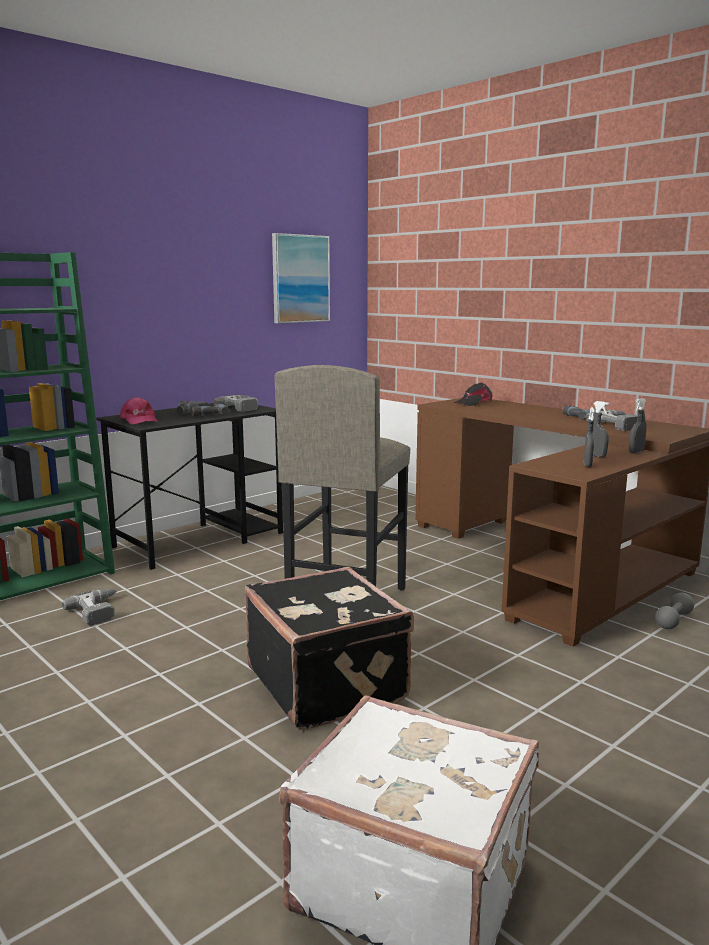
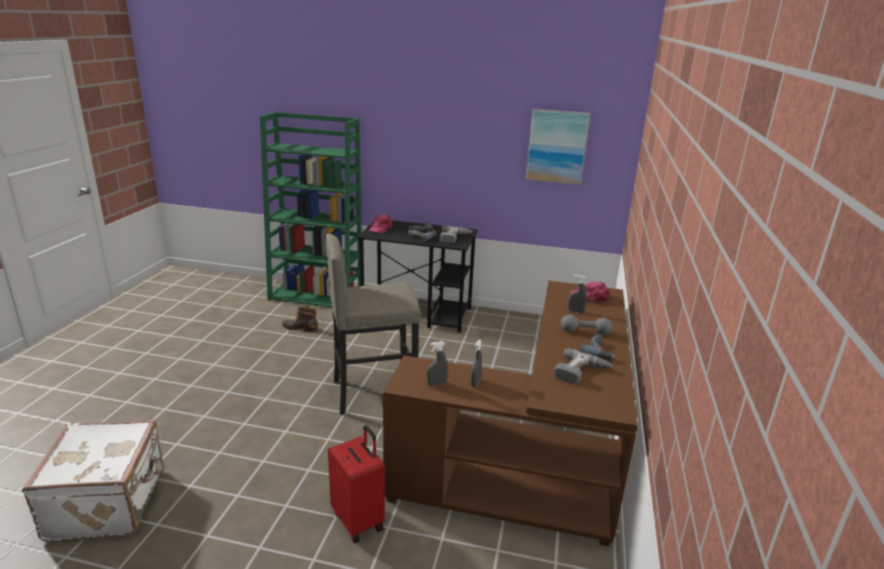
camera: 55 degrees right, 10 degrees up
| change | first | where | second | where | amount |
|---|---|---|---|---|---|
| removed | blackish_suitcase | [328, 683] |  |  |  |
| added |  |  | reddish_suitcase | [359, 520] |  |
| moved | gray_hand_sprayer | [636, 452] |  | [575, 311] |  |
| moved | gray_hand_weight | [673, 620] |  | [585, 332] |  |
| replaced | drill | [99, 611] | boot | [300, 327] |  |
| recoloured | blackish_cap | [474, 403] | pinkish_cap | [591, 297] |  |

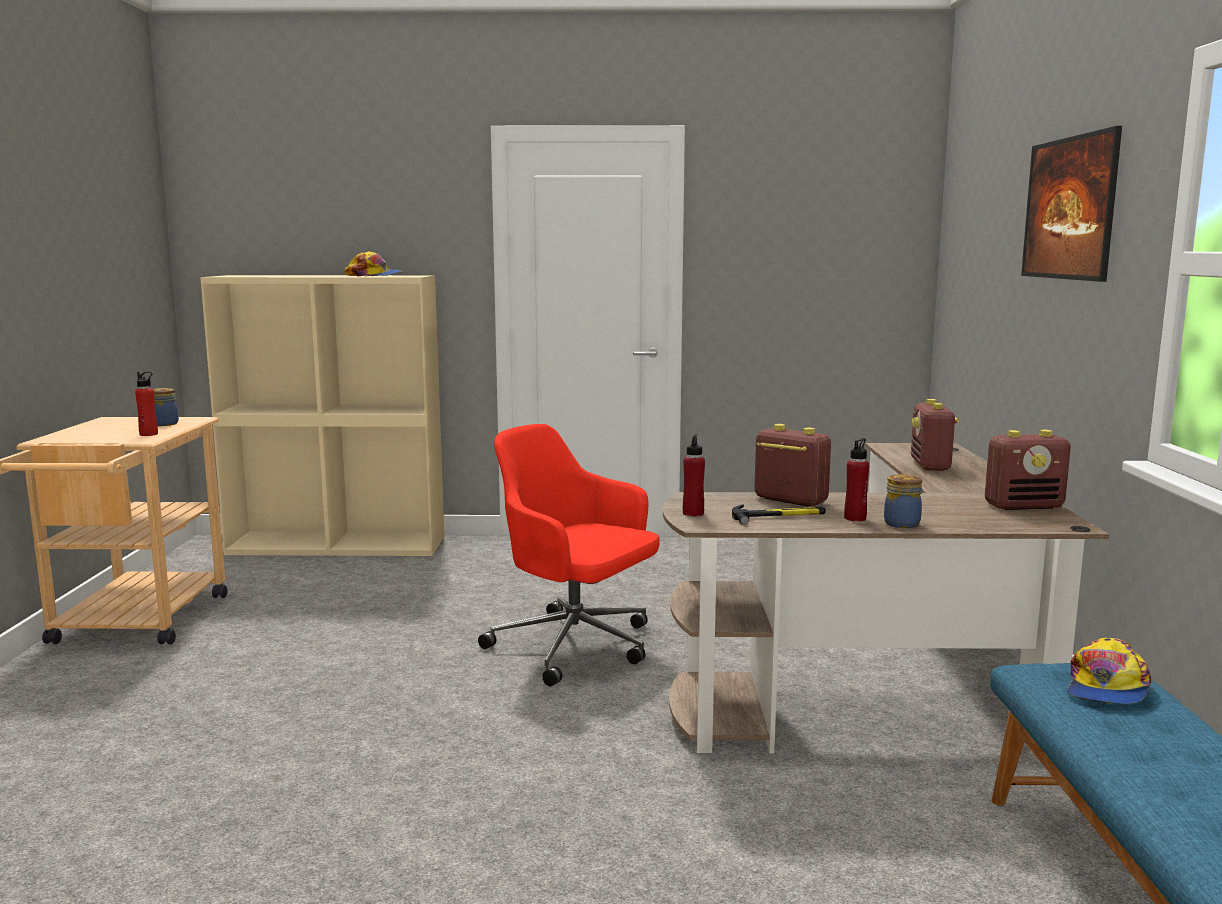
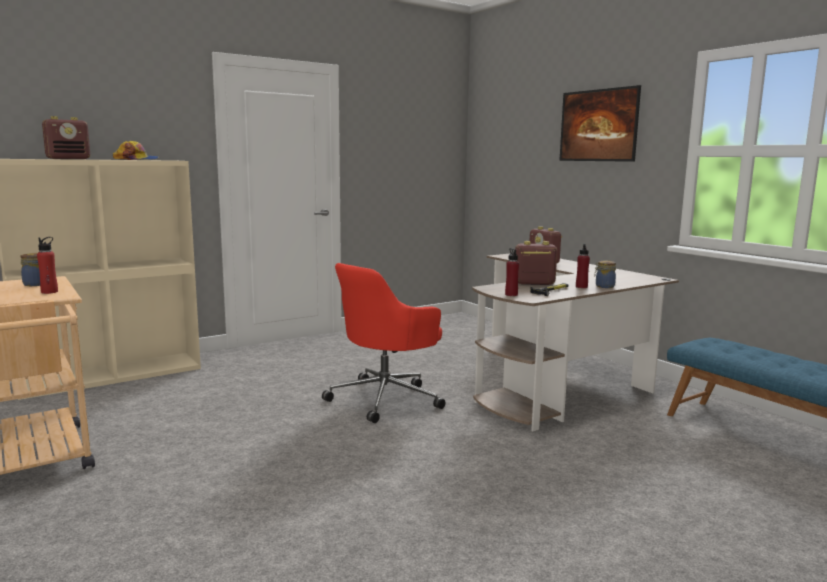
camera: 35 degrees left, 0 degrees up
| change | first | where | second | where | amount |
|---|---|---|---|---|---|
| removed | cap | [1107, 688] |  |  |  |
| moved | radio_receiver | [1024, 506] |  | [69, 159] |  |
| turned | reddish_desk_chair | [575, 646] |  | [386, 398] | 45 degrees counterclockwise |

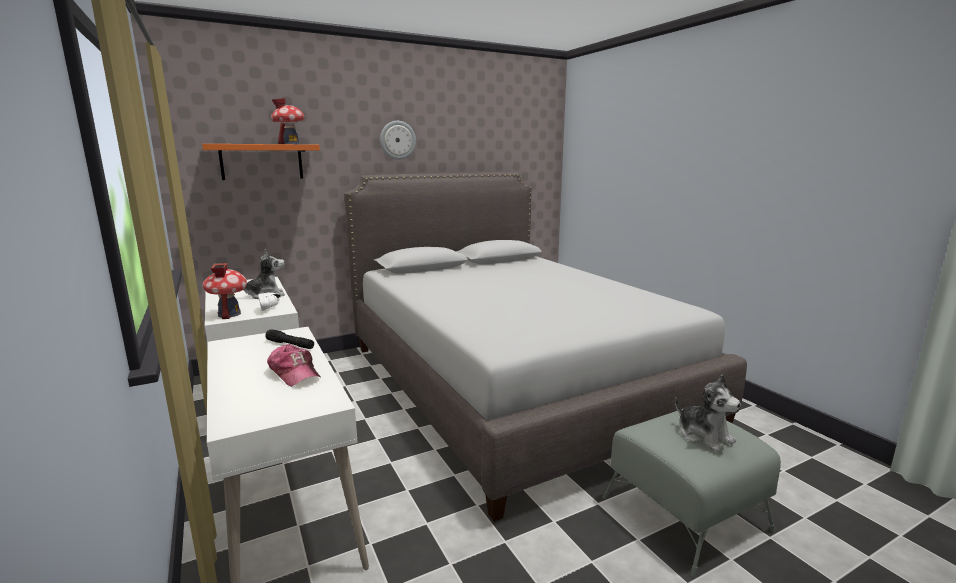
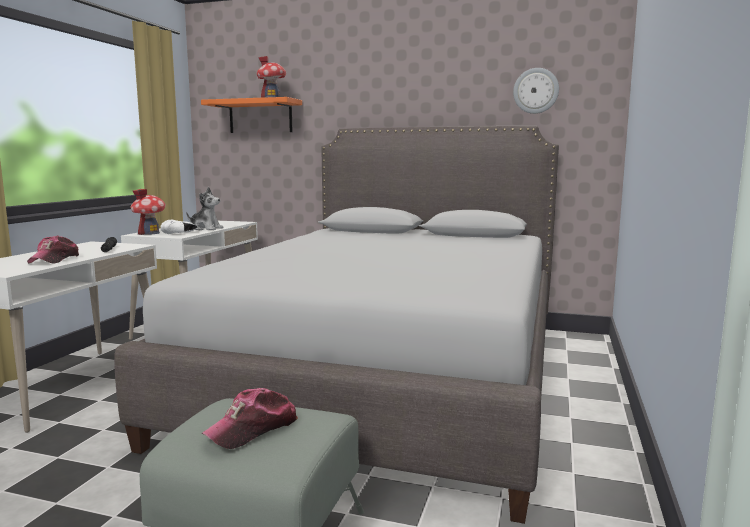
camera: 45 degrees right, 5 degrees down
| change | first | where | second | where | amount |
|---|---|---|---|---|---|
| moved | hanging_clock | [397, 140] |  | [536, 91] |  |
| replaced | cuddly_toy | [704, 436] | cap | [253, 429] |  |

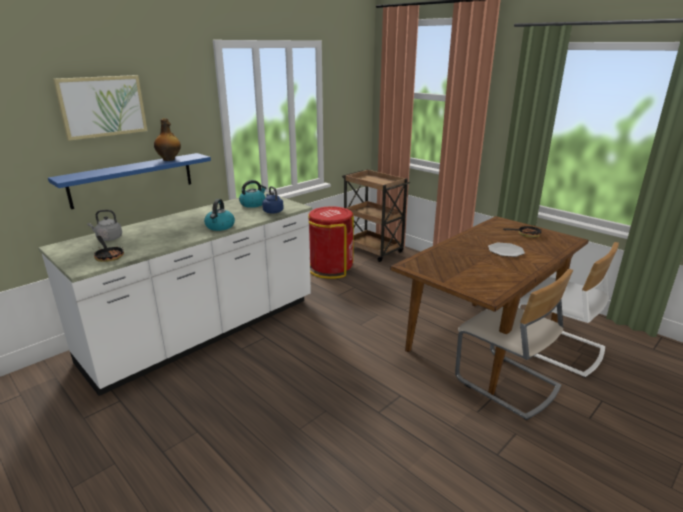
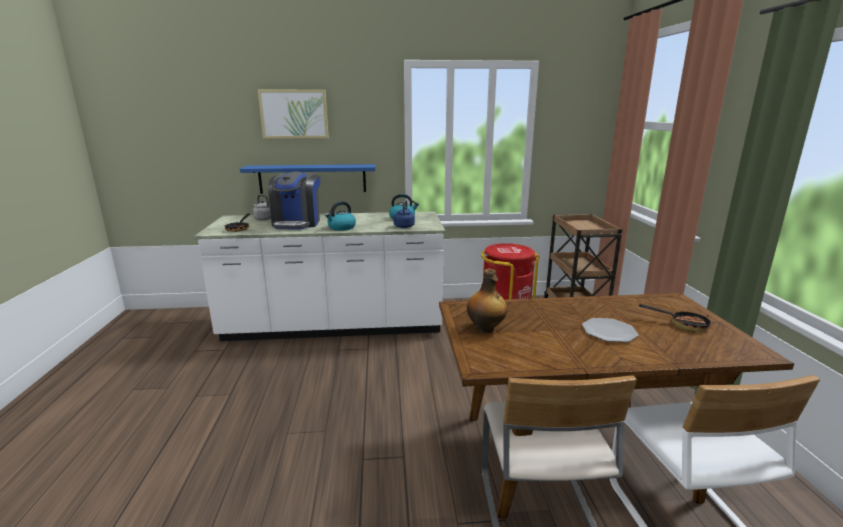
camera: 40 degrees right, 5 degrees down
| change | first | where | second | where | amount |
|---|---|---|---|---|---|
| added |  |  | coffee_brewer | [297, 223] |  |
| moved | beverage_bottle | [169, 159] |  | [485, 329] |  |

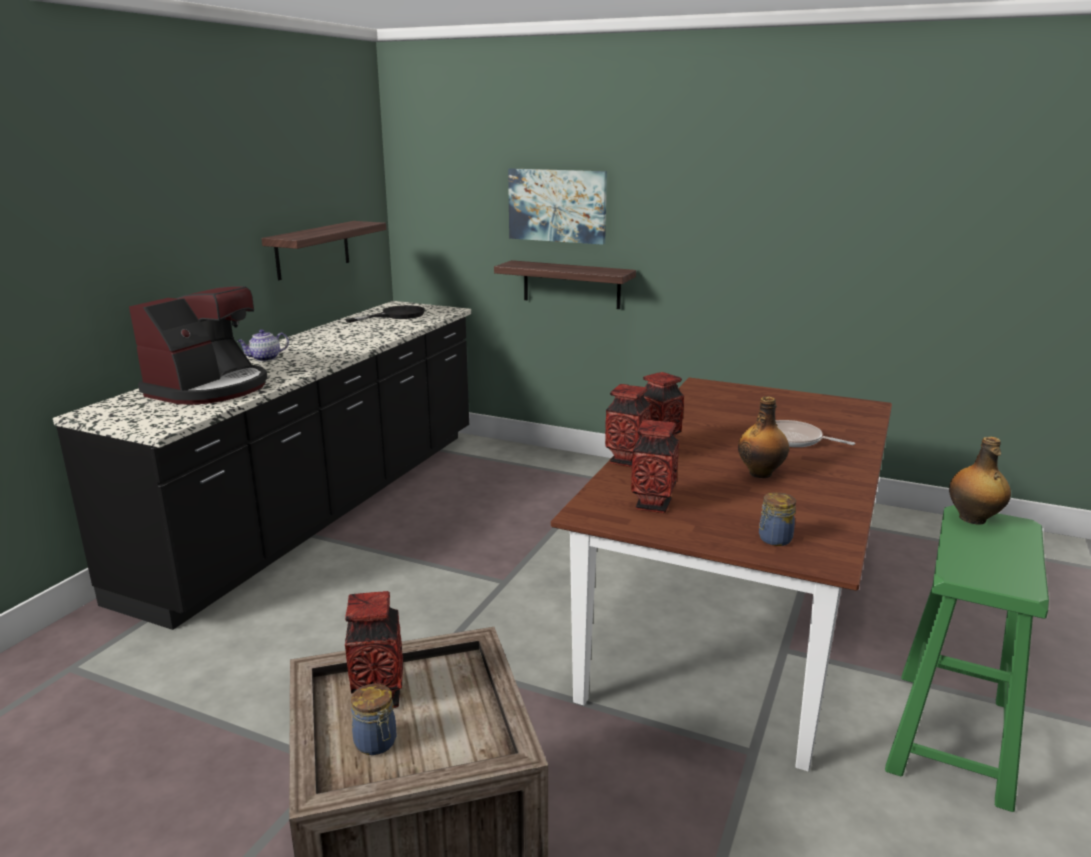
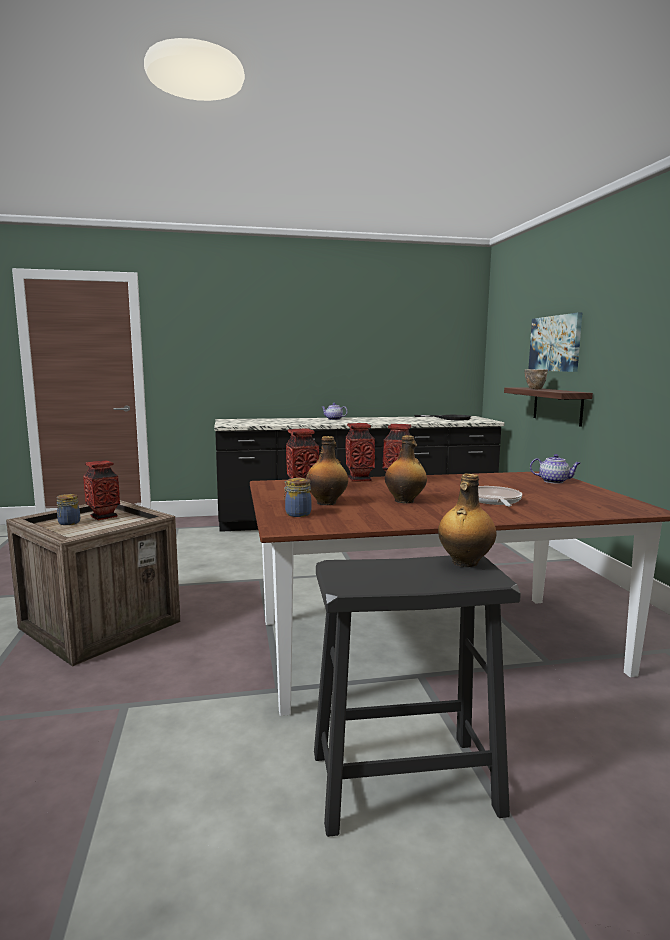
camera: 55 degrees right, 10 degrees down
| change | first | where | second | where | amount |
|---|---|---|---|---|---|
| removed | coffee_brewer | [209, 388] |  |  |  |
| removed | shelf | [312, 249] |  |  |  |
| added |  |  | beverage_bottle | [327, 503] |  |
| added |  |  | deep_dish | [534, 389] |  |
| added |  |  | teapot | [554, 481] |  |
| recoloured | green_stool | [951, 737] | blackish_stool | [403, 782] |  |

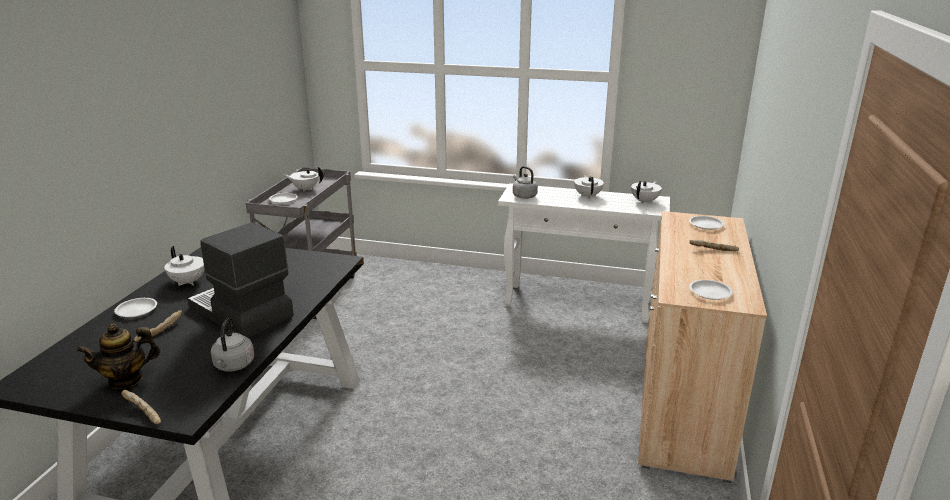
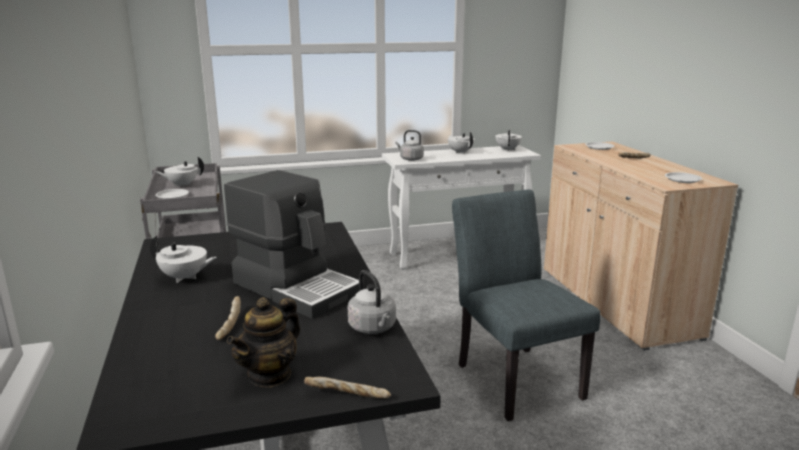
camera: 30 degrees left, 5 degrees down
| change | first | where | second | where | amount |
|---|---|---|---|---|---|
| removed | whitish_plate | [136, 310] |  |  |  |
| added |  |  | gray_chair | [513, 376] |  |
| turned | coffee_brewer | [240, 313] |  | [297, 287] | 150 degrees counterclockwise |

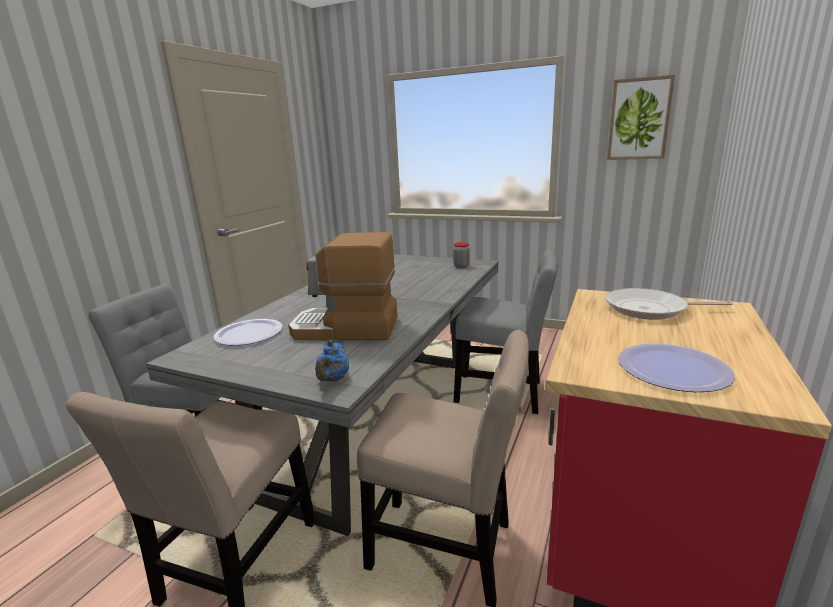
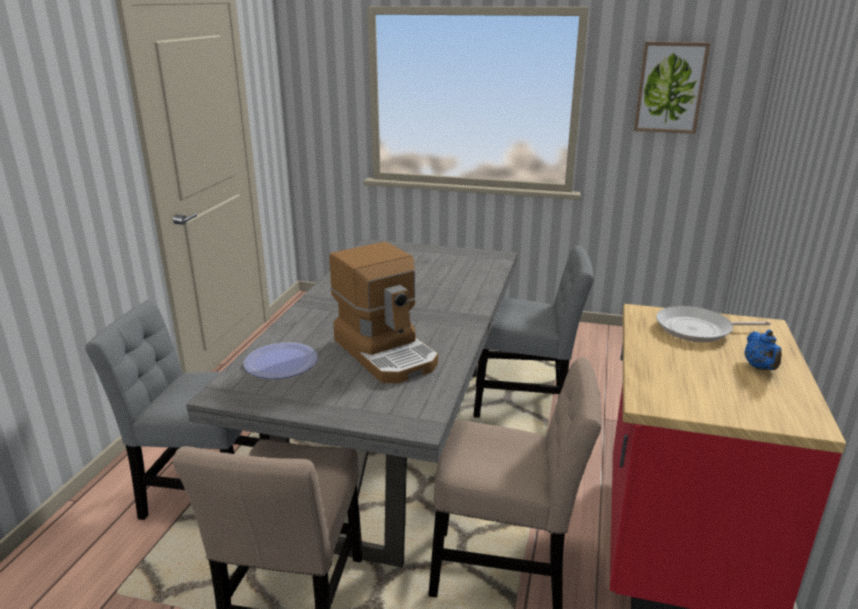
camera: 10 degrees left, 5 degrees up
| change | first | where | second | where | amount |
|---|---|---|---|---|---|
| removed | preserve_jar | [461, 266] |  |  |  |
| removed | plate | [673, 369] |  |  |  |
| moved | bluish_teapot | [333, 379] |  | [760, 368] |  |
| turned | coffee_brewer | [345, 328] |  | [387, 352] | 120 degrees counterclockwise |

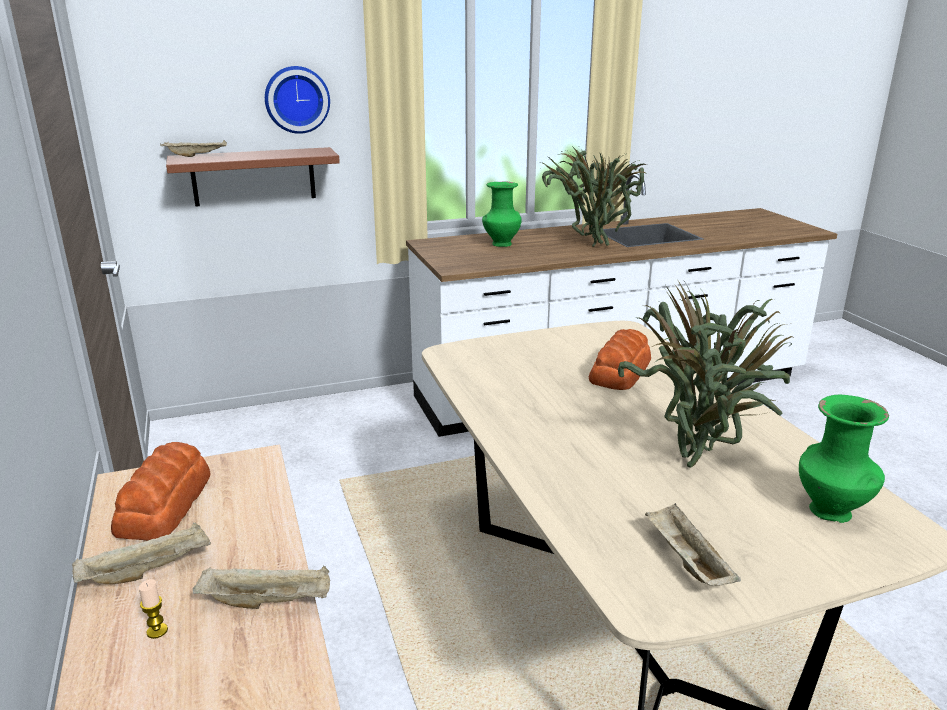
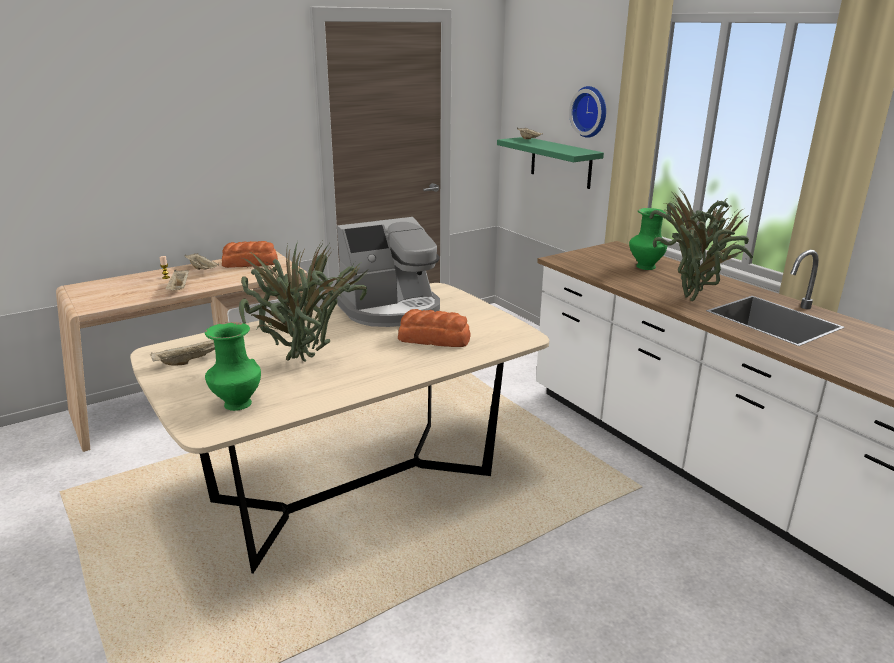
camera: 75 degrees right, 0 degrees up
| change | first | where | second | where | amount |
|---|---|---|---|---|---|
| added |  |  | coffee_brewer | [391, 309] |  |
| recoloured | brownish_shelf | [254, 176] | green_shelf | [561, 162] |  |

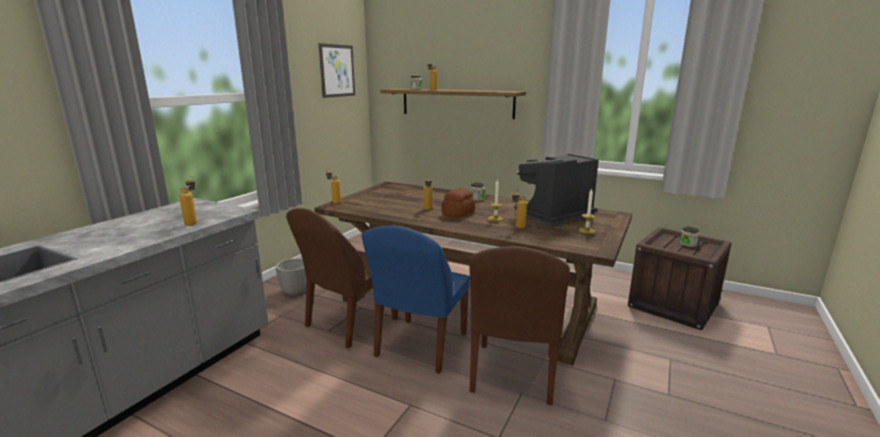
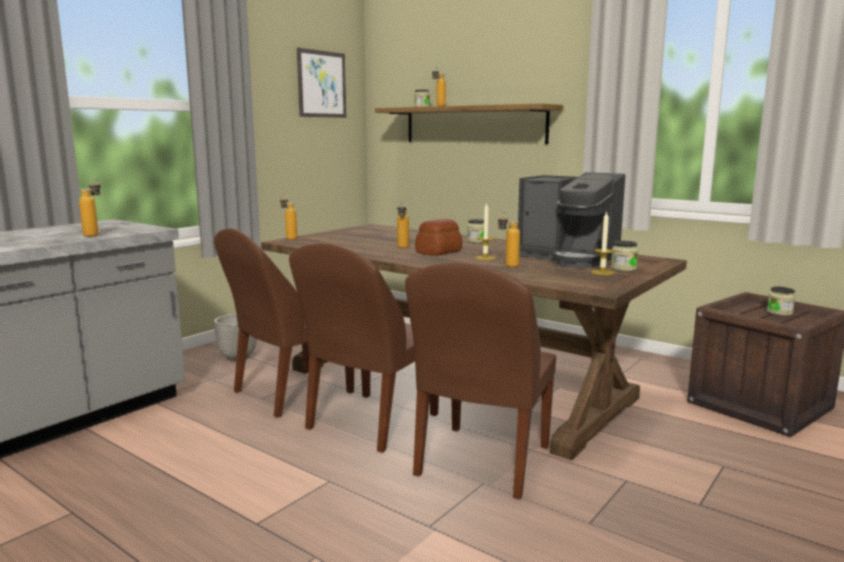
camera: 10 degrees right, 5 degrees down
| change | first | where | second | where | amount |
|---|---|---|---|---|---|
| added |  |  | preserve_jar | [623, 268] |  |
| recoloured | bluish_chair | [420, 346] | brownish_chair | [370, 423] |  |
| turned | coffee_brewer | [553, 215] |  | [568, 258] | 120 degrees counterclockwise |

